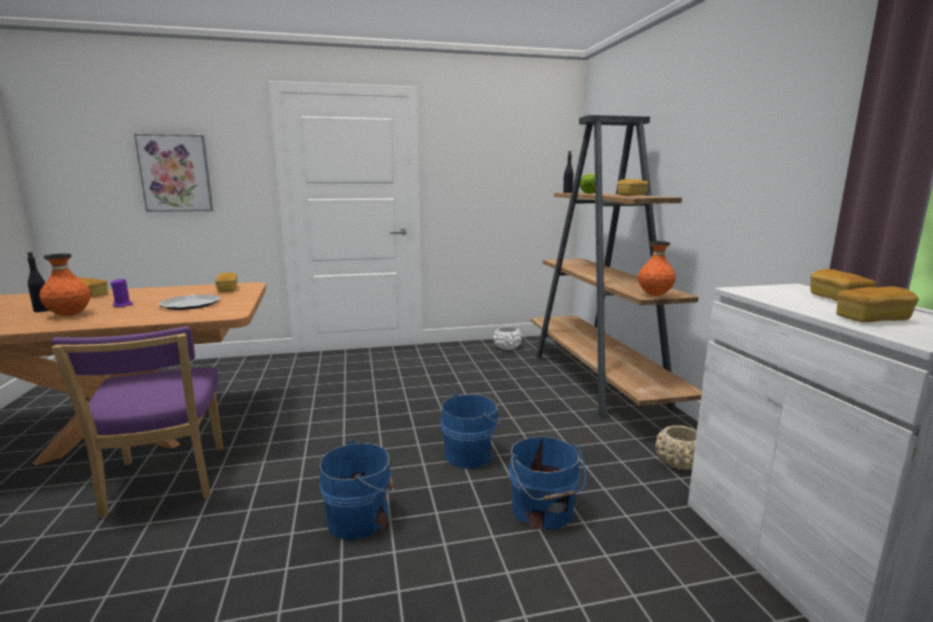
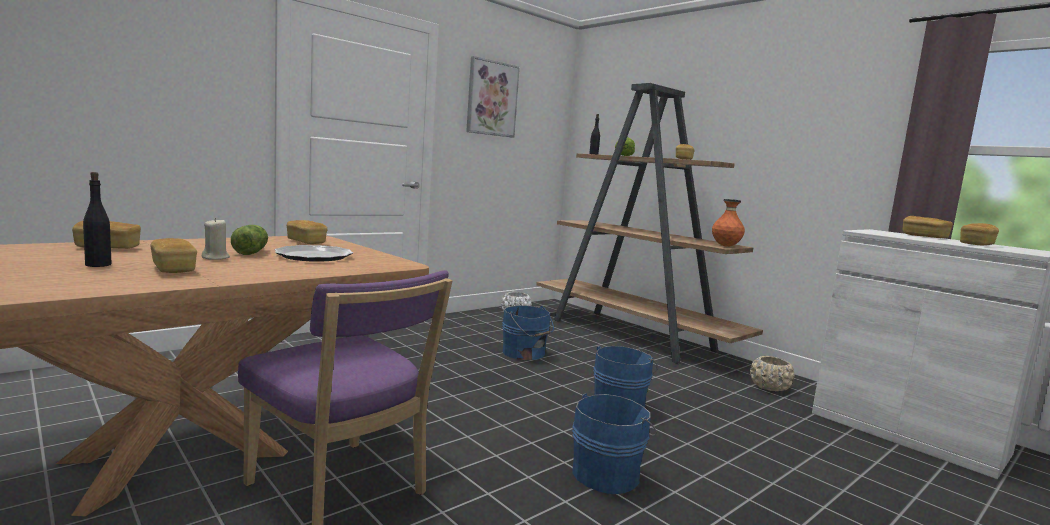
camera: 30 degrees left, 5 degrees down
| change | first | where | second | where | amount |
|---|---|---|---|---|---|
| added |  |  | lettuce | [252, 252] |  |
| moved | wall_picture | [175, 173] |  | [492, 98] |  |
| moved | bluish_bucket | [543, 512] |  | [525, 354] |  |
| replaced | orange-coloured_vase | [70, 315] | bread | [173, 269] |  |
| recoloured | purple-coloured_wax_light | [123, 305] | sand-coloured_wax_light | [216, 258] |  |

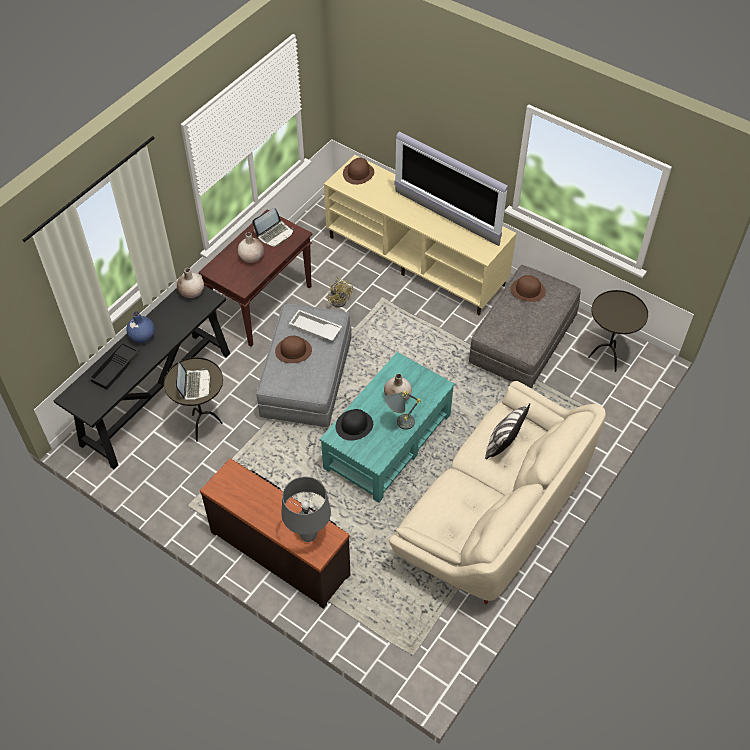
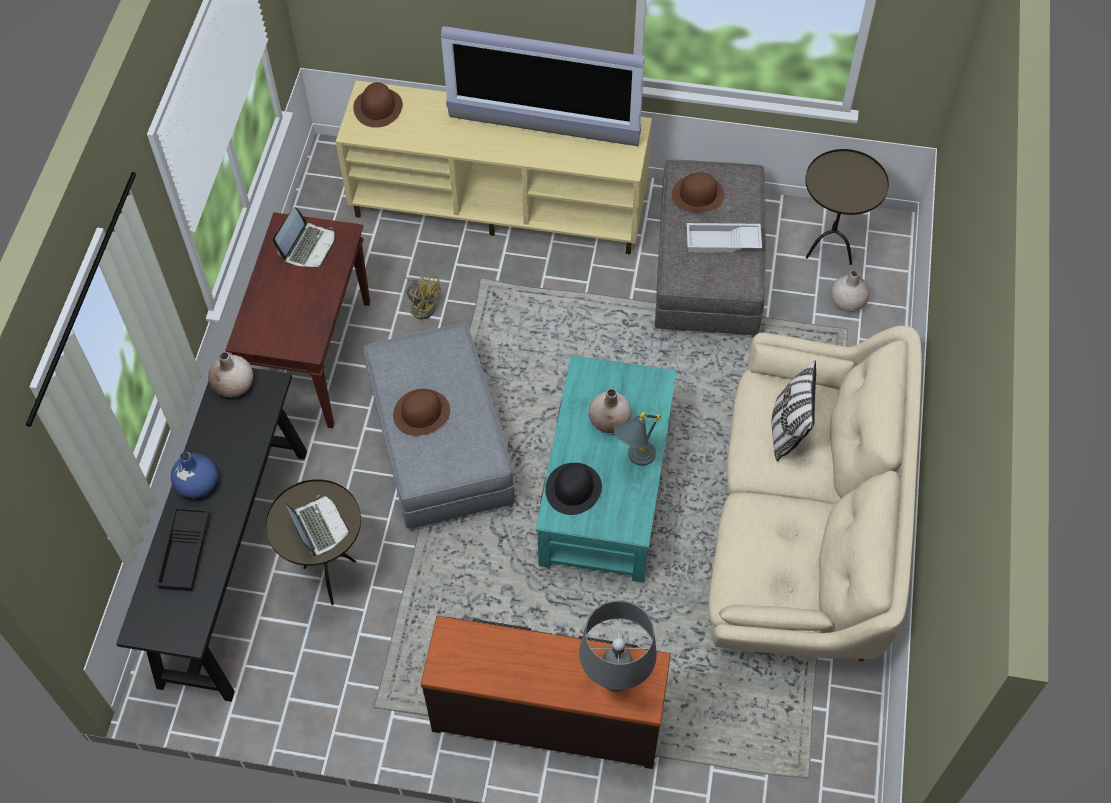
camera: 25 degrees left, 5 degrees up
| change | first | where | second | where | amount |
|---|---|---|---|---|---|
| moved | sand-coloured_vase | [251, 257] |  | [847, 301] |  |
| moved | whitish_serving_tray | [314, 329] |  | [722, 242] |  |

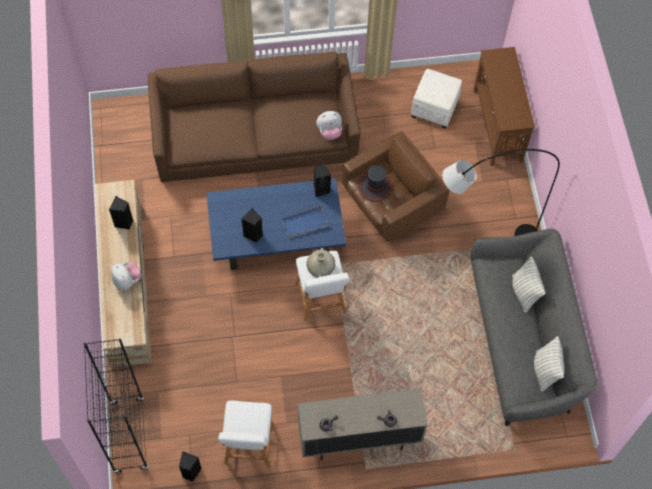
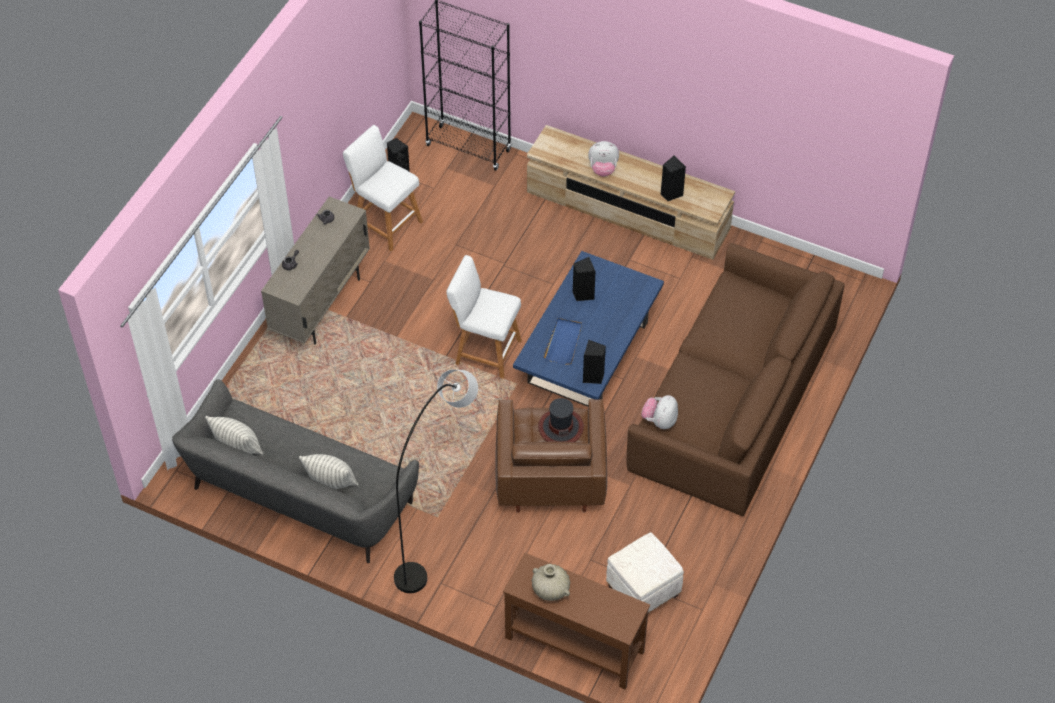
camera: 125 degrees right, 10 degrees down
| change | first | where | second | where | amount |
|---|---|---|---|---|---|
| moved | sand-coloured_vase | [320, 268] |  | [550, 589] |  |

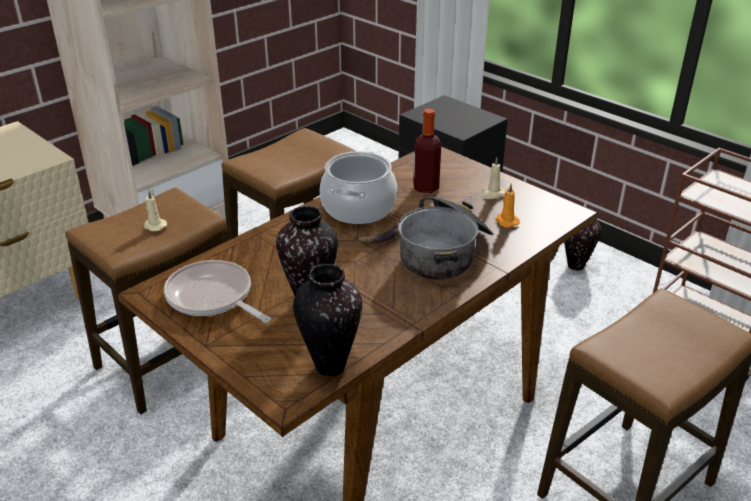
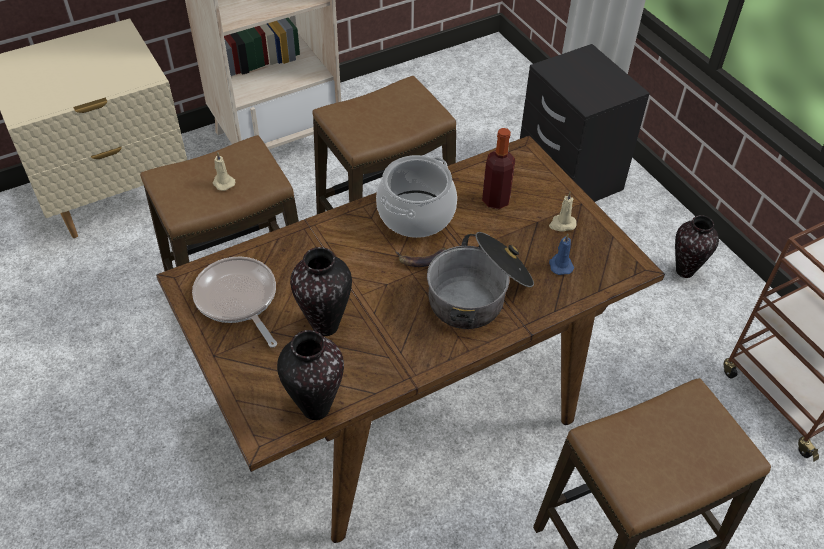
camera: 15 degrees right, 15 degrees up
| change | first | where | second | where | amount |
|---|---|---|---|---|---|
| recoloured | orange-coloured_wax_light | [506, 221] | bluish_wax_light | [560, 265] |  |

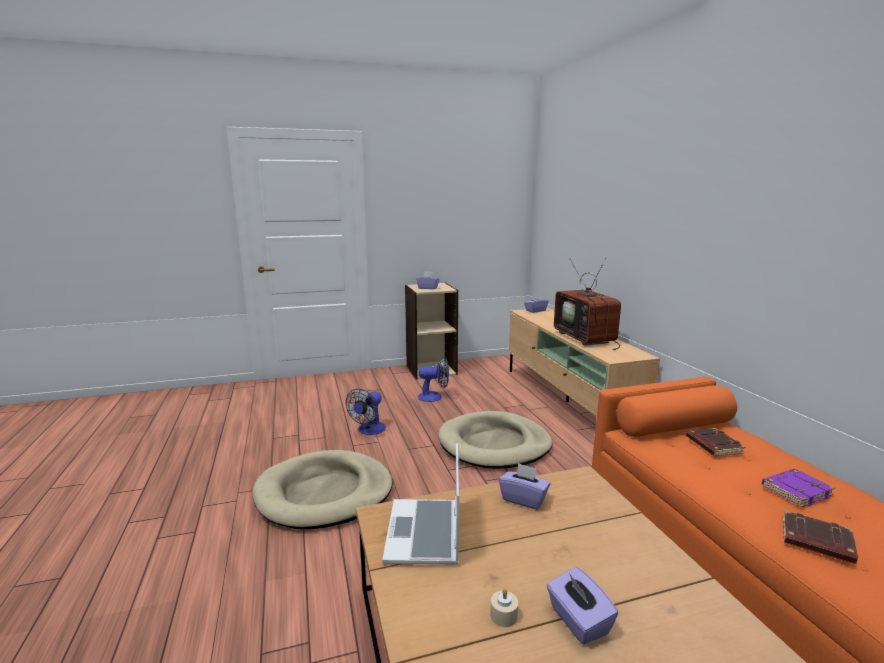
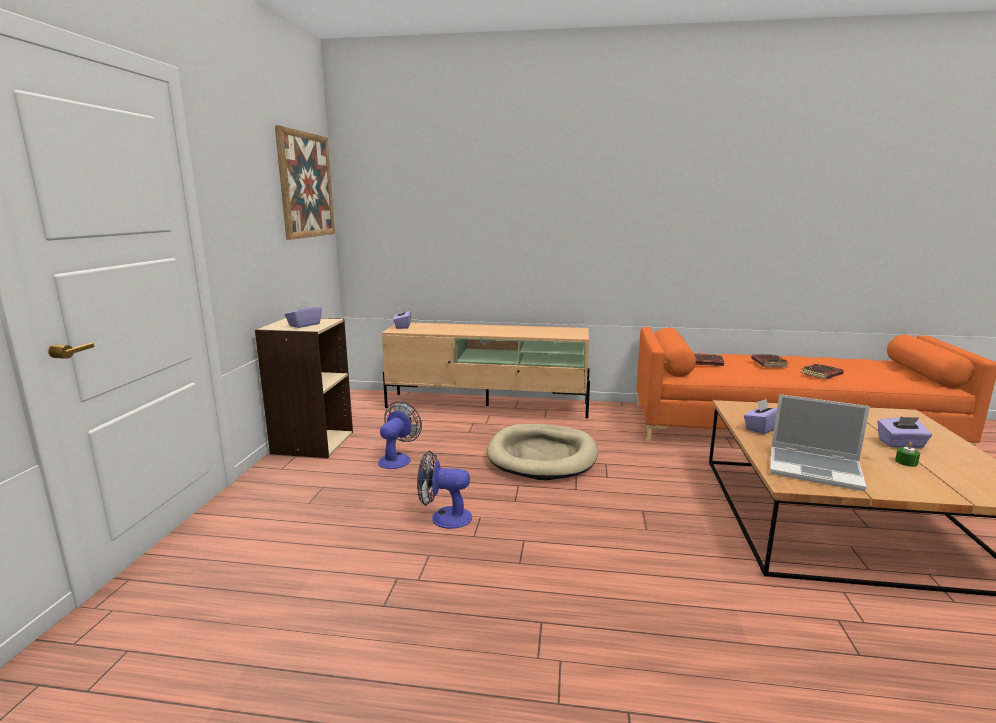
camera: 65 degrees left, 0 degrees up
| change | first | where | second | where | amount |
|---|---|---|---|---|---|
| removed | sand-coloured_pet_bed | [324, 493] |  |  |  |
| removed | television | [587, 338] |  |  |  |
| added |  |  | wall_picture | [306, 185] |  |
| recoloured | sand-coloured_wax_light | [503, 615] | green_wax_light | [906, 462] |  |
| recoloured | purple-coloured_book | [795, 490] | brownish_book | [768, 363] |  |
| turned | fan | [369, 430] |  | [444, 517] | 135 degrees clockwise |

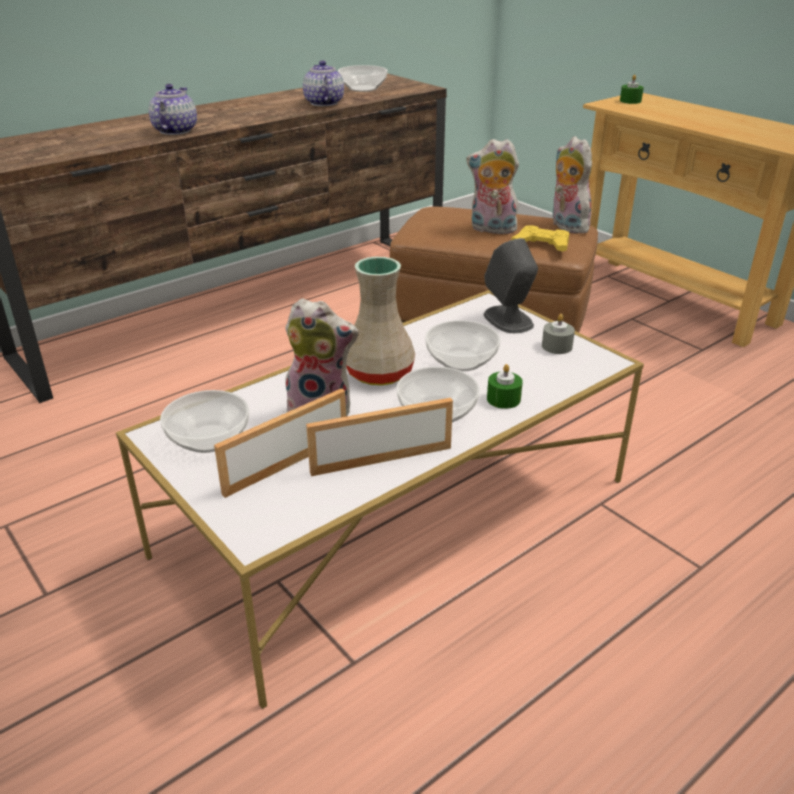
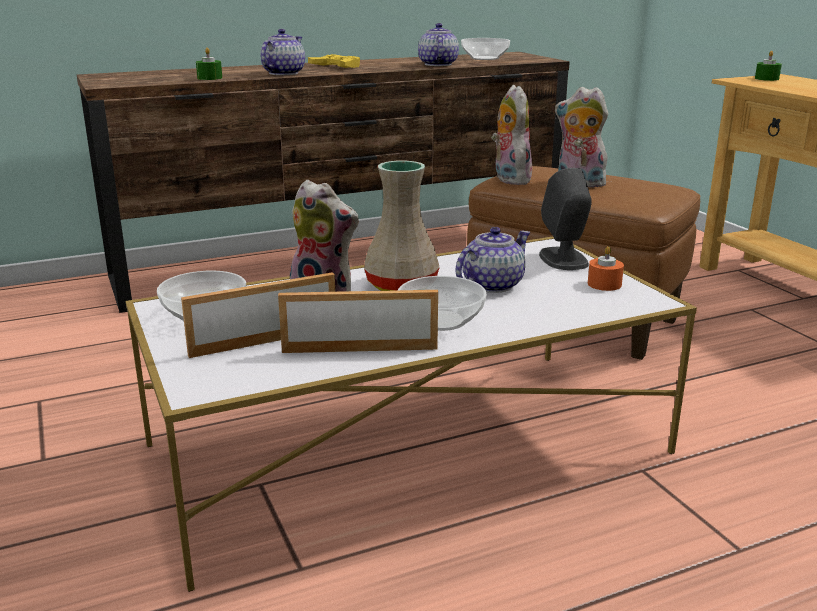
camera: 15 degrees right, 10 degrees down
| change | first | where | second | where | amount |
|---|---|---|---|---|---|
| moved | green_wax_light | [503, 399] |  | [209, 78] |  |
| moved | yellow-coloured_gamepad | [542, 244] |  | [336, 67] |  |
| moved | cuddly_toy | [566, 226] |  | [509, 179] |  |
| replaced | deep_dish | [460, 361] | teapot | [491, 285] |  |
| recoloured | gray_wax_light | [557, 346] | orange-coloured_wax_light | [604, 284] |  |

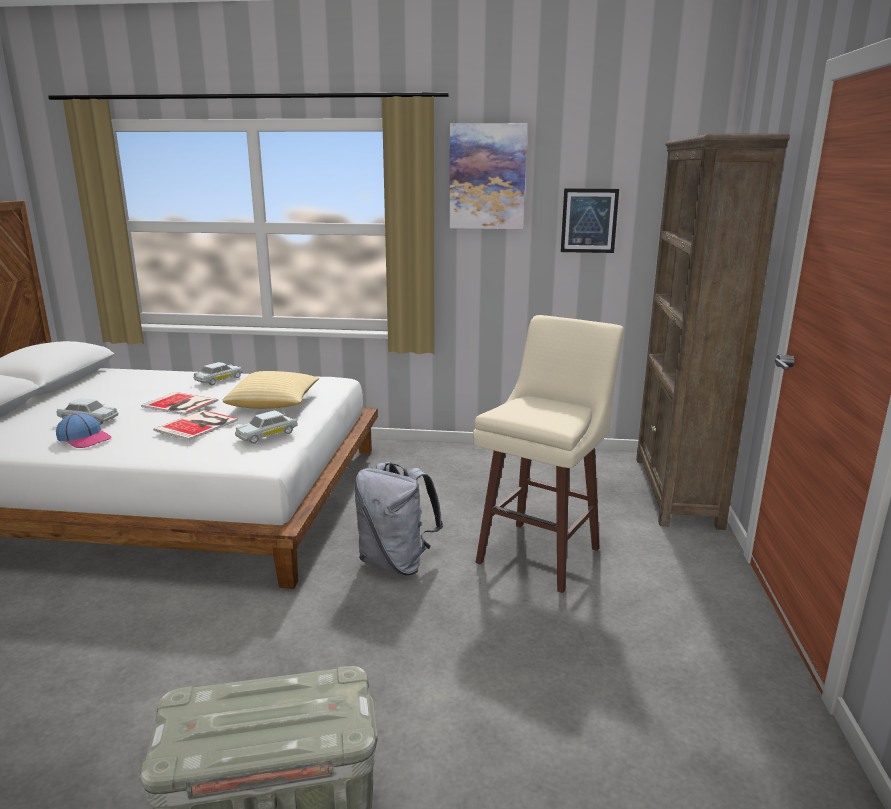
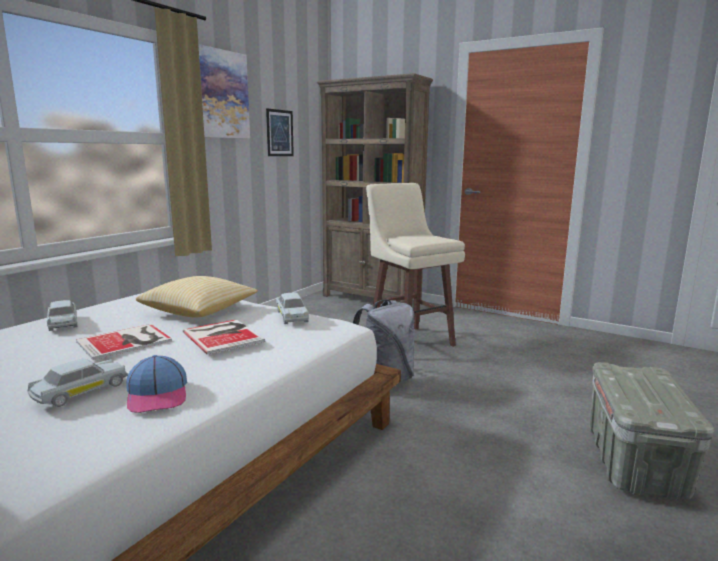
camera: 65 degrees left, 5 degrees down
| change | first | where | second | where | amount |
|---|---|---|---|---|---|
| turned | cap | [85, 438] |  | [158, 395] | 105 degrees clockwise |

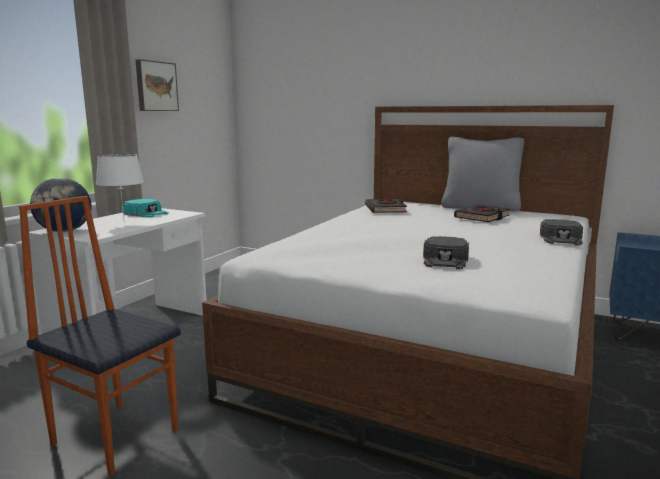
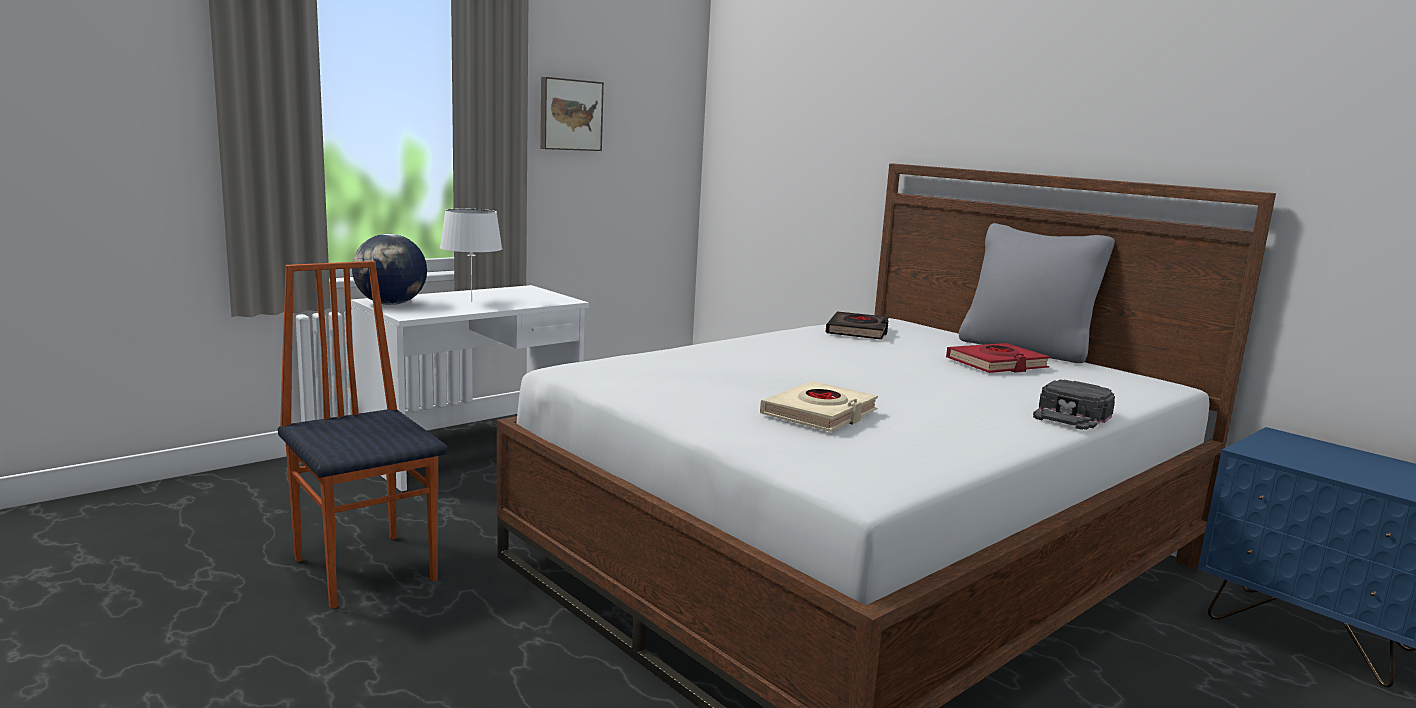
camera: 20 degrees right, 0 degrees up
| change | first | where | second | where | amount |
|---|---|---|---|---|---|
| removed | turquoise-coloured_cap | [146, 213] |  |  |  |
| replaced | blackish_cap | [445, 260] | sand-coloured_book | [820, 414] |  |
| recoloured | blackish_book | [482, 217] | reddish_book | [997, 364] |  |

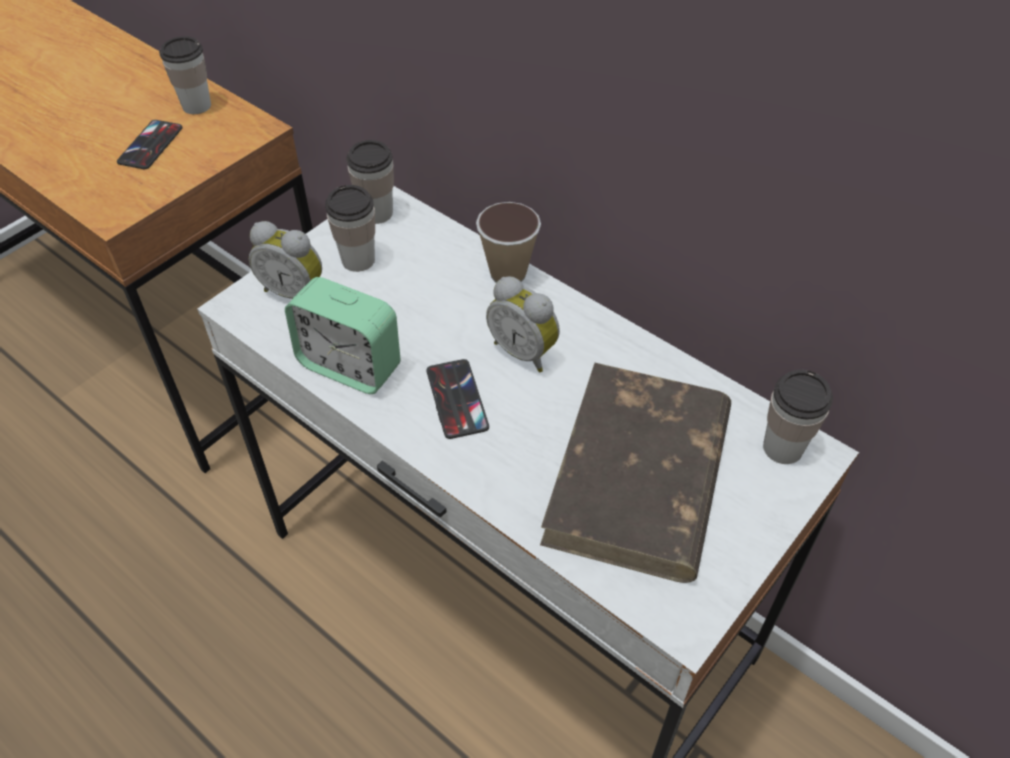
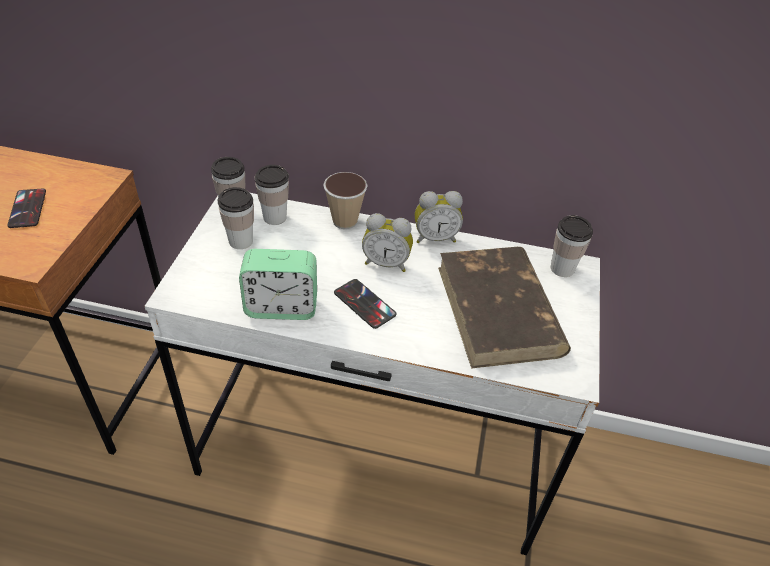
camera: 30 degrees left, 5 degrees down
| change | first | where | second | where | amount |
|---|---|---|---|---|---|
| moved | small_cup | [197, 106] |  | [275, 217] |  |
| moved | alarm_clock | [295, 291] |  | [435, 237] |  |

